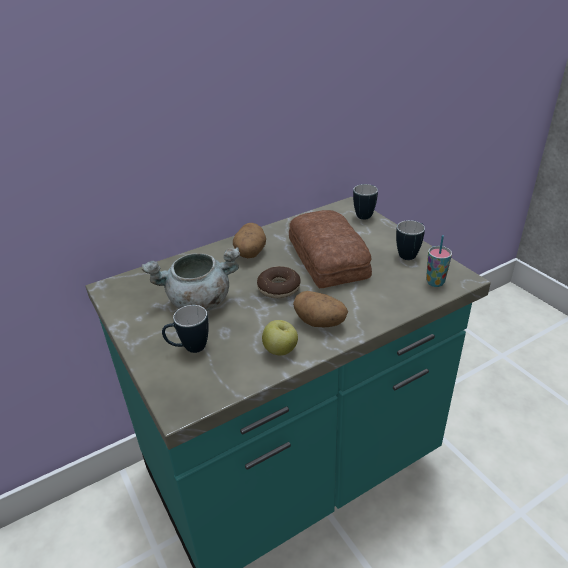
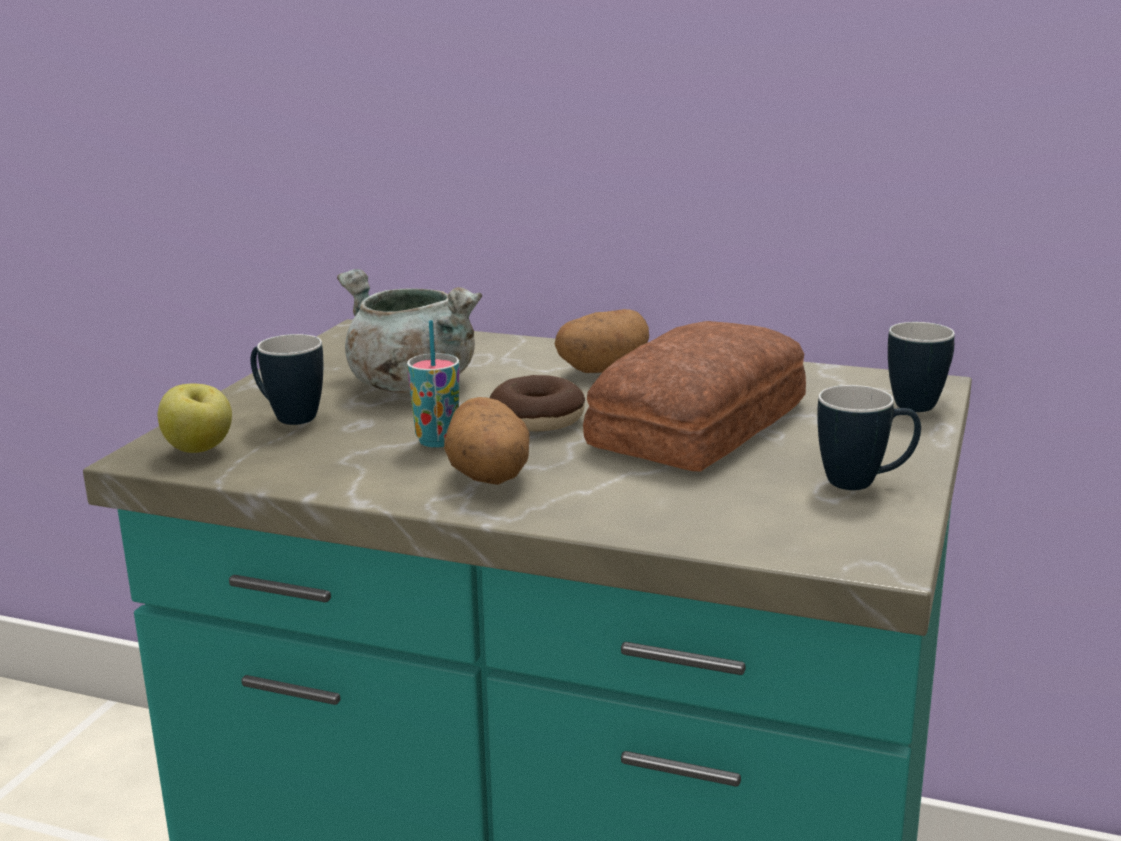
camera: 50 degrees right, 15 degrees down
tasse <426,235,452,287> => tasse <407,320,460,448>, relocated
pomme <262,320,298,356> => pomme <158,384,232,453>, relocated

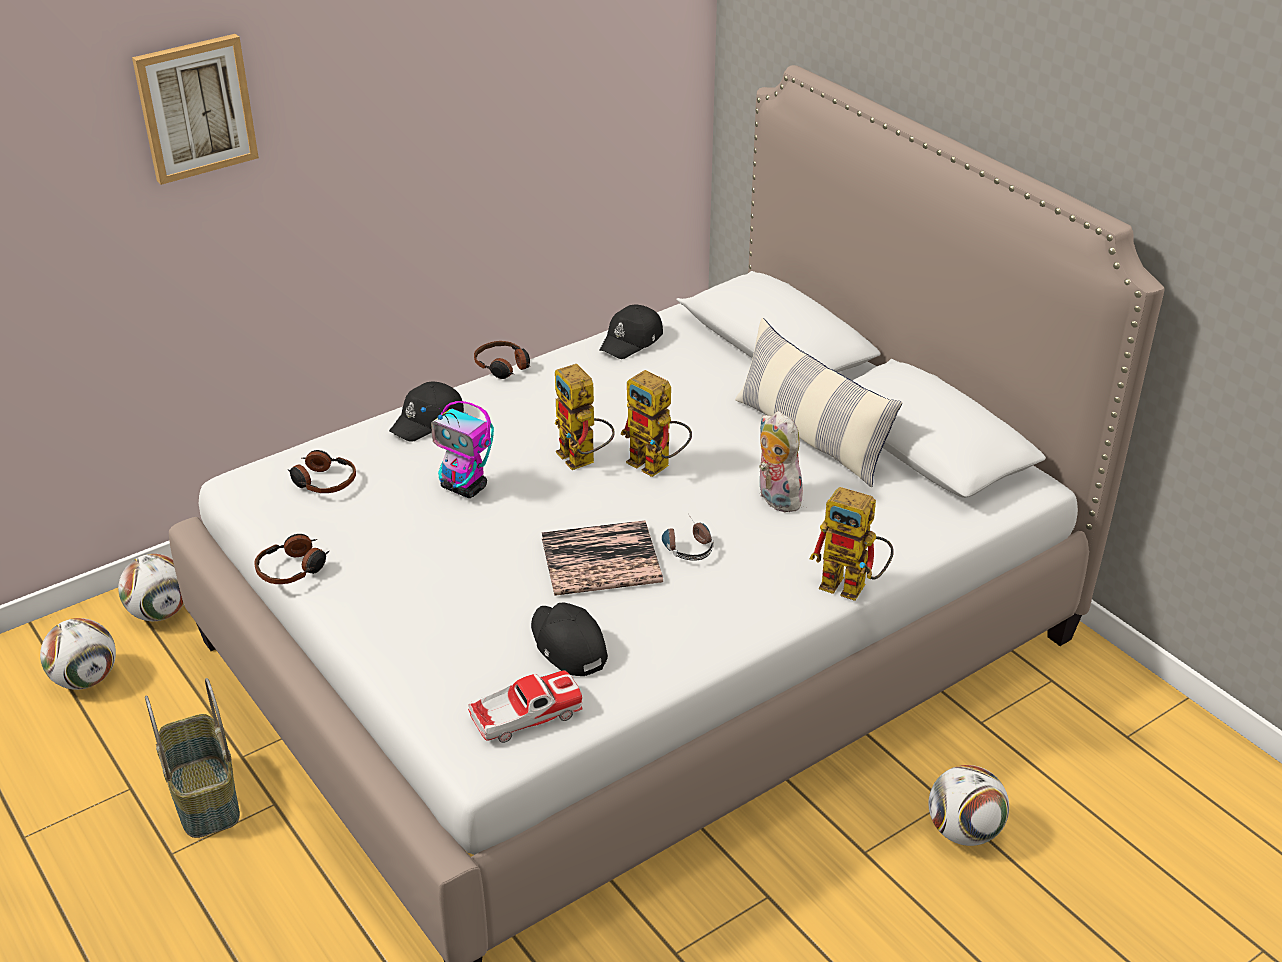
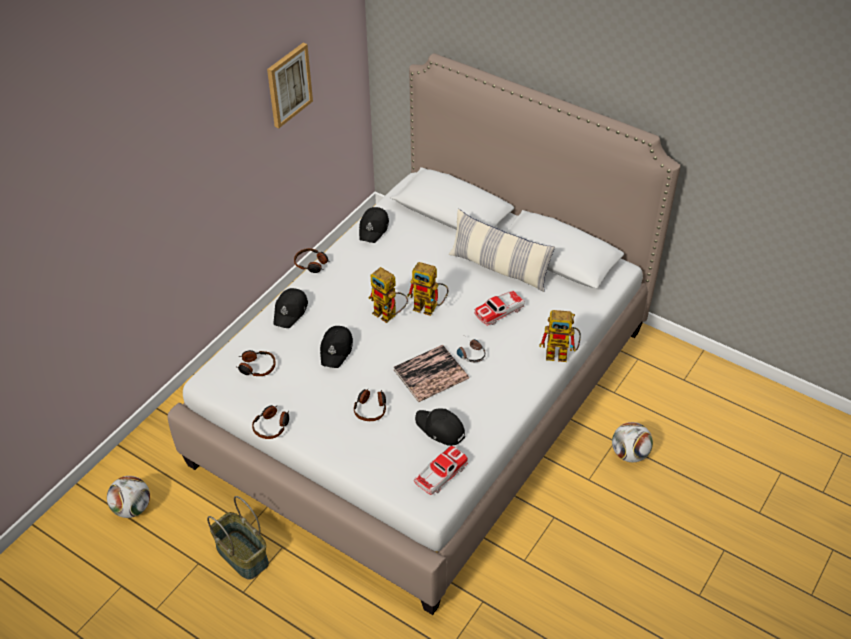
camera: 20 degrees left, 10 degrees up
tableau <132,34,259,185> => tableau <267,43,313,128>, relocated
robot jouet <421,401,494,498> => casquette/noir <320,326,353,368>
peluche <759,411,803,512> => petite voiture <474,290,525,326>
ballon de foot <118,554,184,621> => nothing
nothing => casque audio <354,388,386,421>

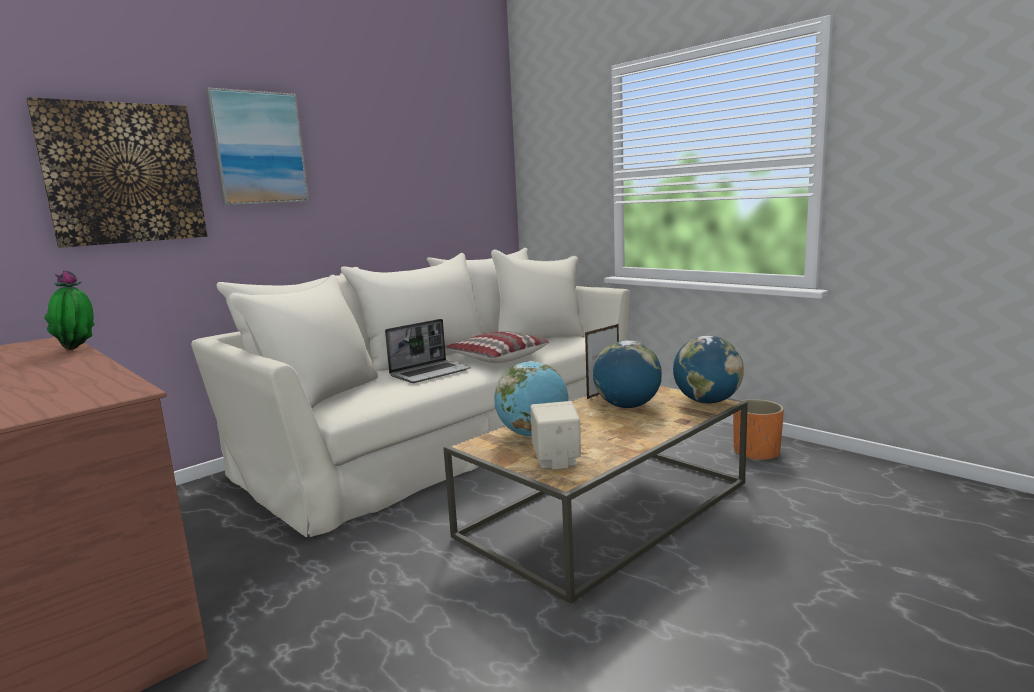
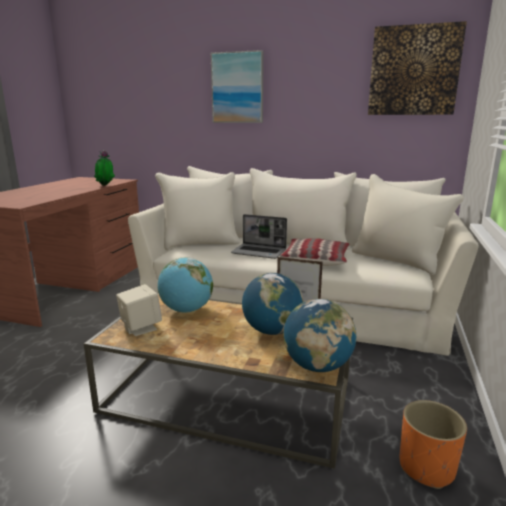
camera: 60 degrees right, 5 degrees up
tableau <26,97,207,248> => tableau <368,21,467,115>, relocated

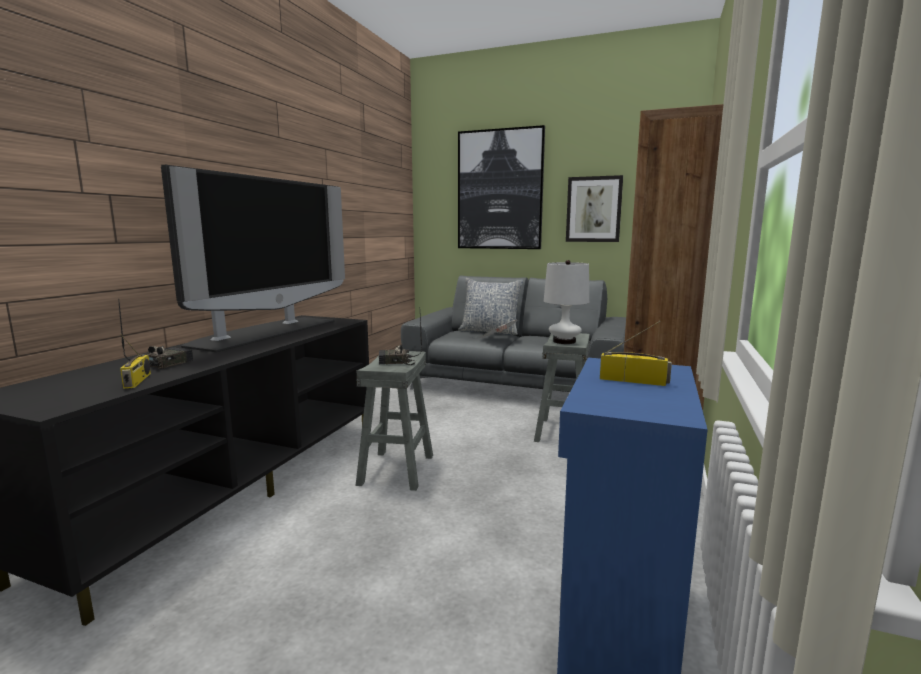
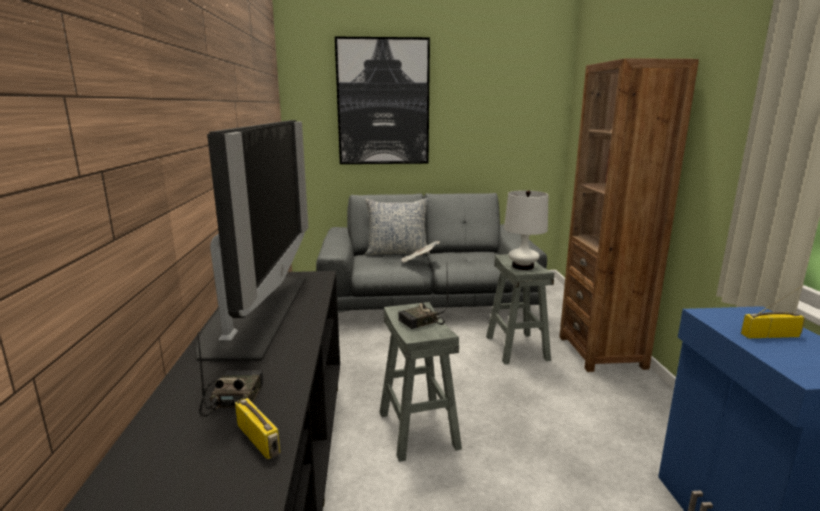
camera: 25 degrees left, 5 degrees up
tableau <566,175,623,242> => nothing

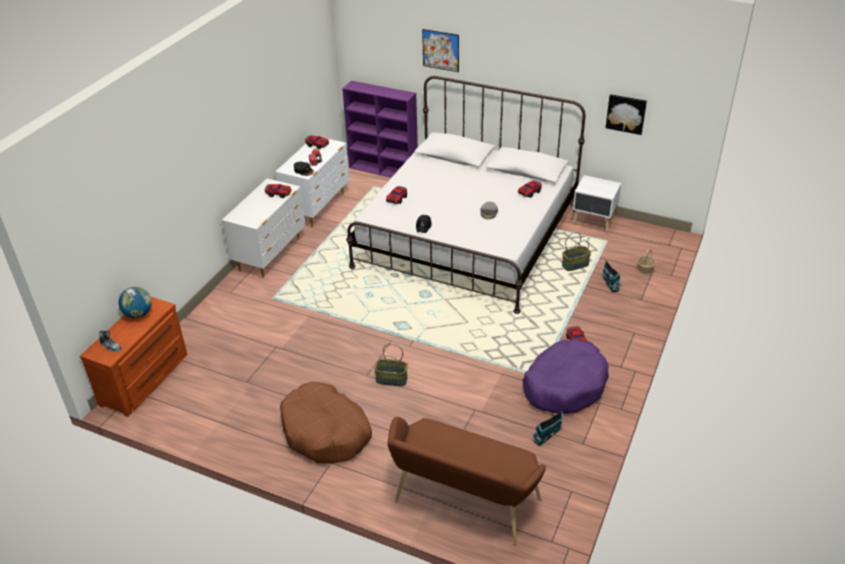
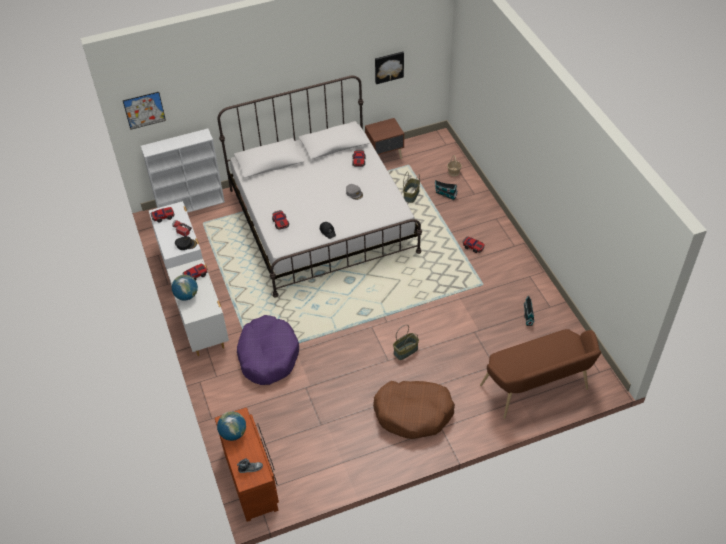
camera: 45 degrees left, 10 degrees up
tableau <422,29,459,72> => tableau <123,92,166,130>, relocated
bibliothèque/violet <342,81,418,178> => bibliothèque/blanc <141,129,225,213>
table de chevet/blanc <573,175,621,233> => table de chevet/marron <365,118,404,159>
panier pour chien/violet <523,339,609,414> => panier pour chien/violet <237,315,299,385>, relocated
nothing => globe <172,275,198,300>

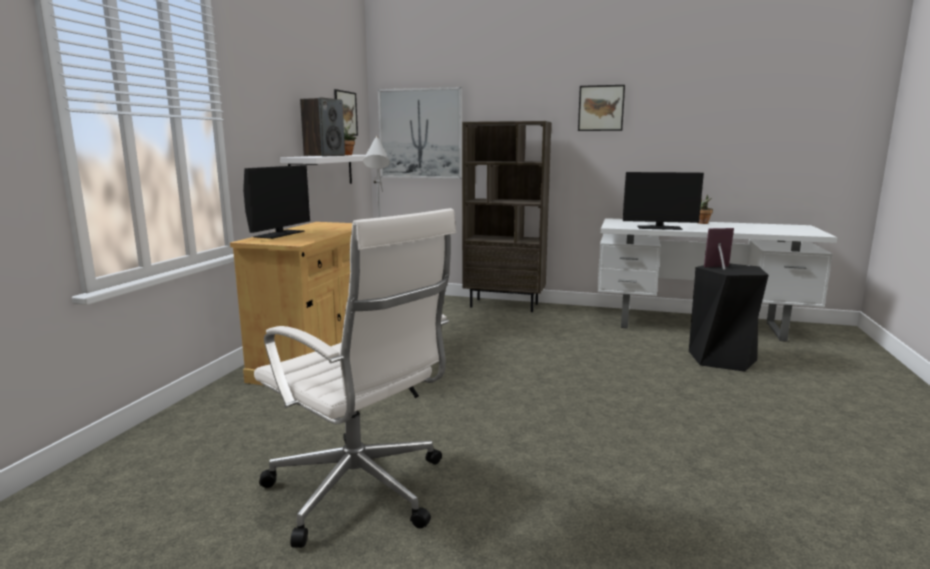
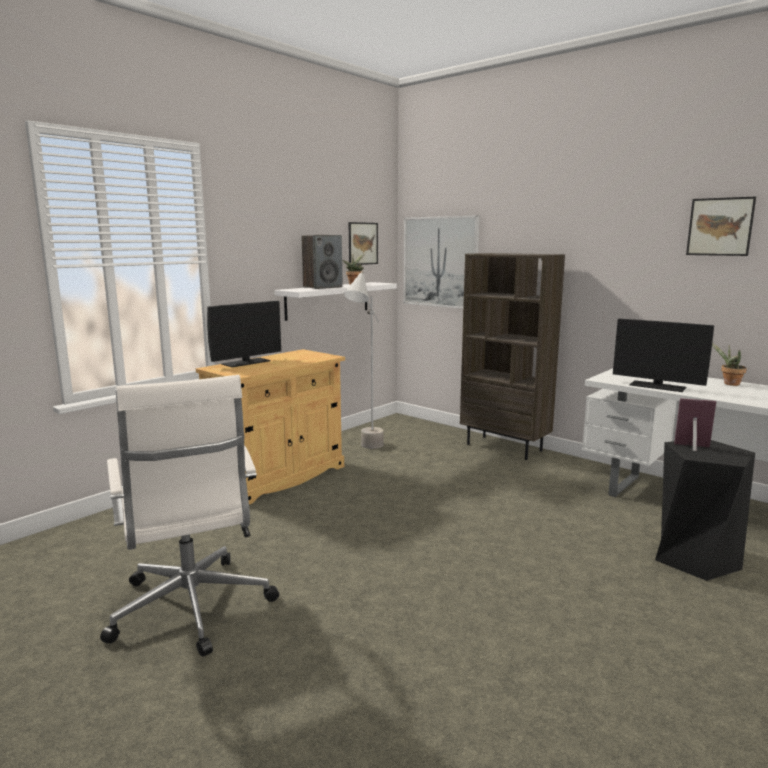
camera: 25 degrees right, 0 degrees up
tableau <578,85,625,131> => tableau <686,197,756,256>, relocated

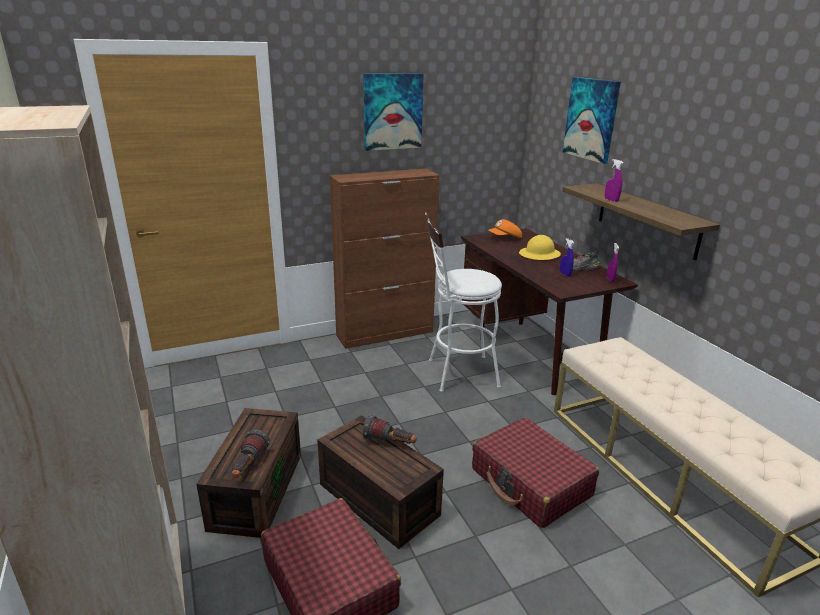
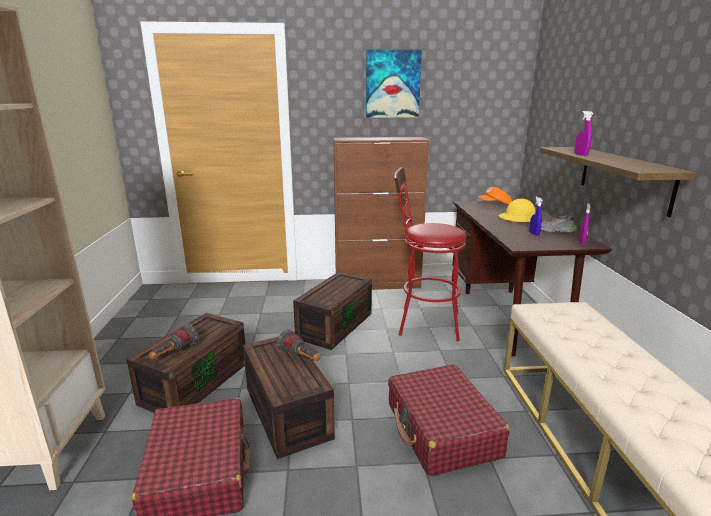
camera: 20 degrees right, 5 degrees down
tableau <563,77,621,164> => nothing
tabouret/blanc <425,212,502,392> => tabouret/rouge <394,167,467,341>
nothing => boîte de rangement/marron <293,272,372,350>

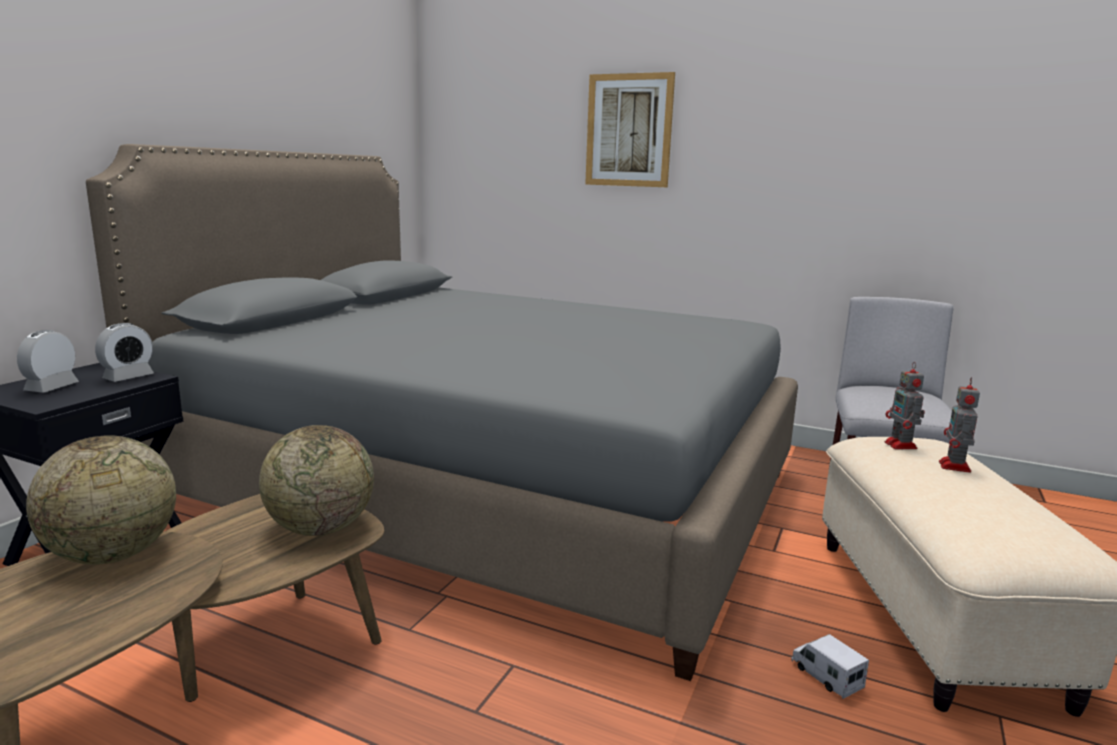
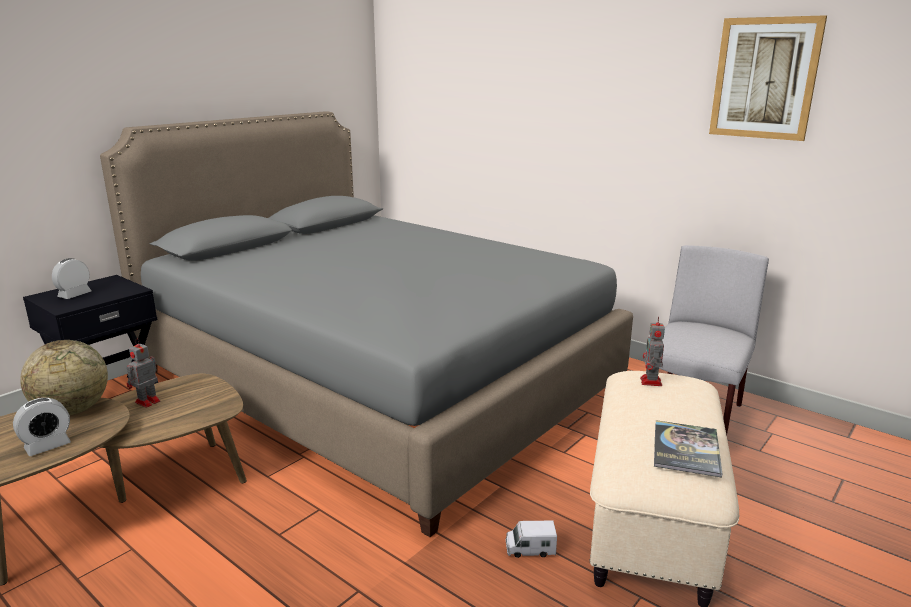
camera: 15 degrees right, 5 degrees up
tableau <585,72,675,187> => tableau <709,15,827,141>, relocated
réveil <95,323,154,382> => réveil <13,398,71,456>, relocated
robot jouet <939,377,980,473> => robot jouet <126,339,160,408>, relocated
globe <259,425,374,536> => nothing
camion jouet <791,634,869,699> => camion jouet <506,521,557,558>, 75 degrees counterclockwise
nothing => livre <654,420,722,478>

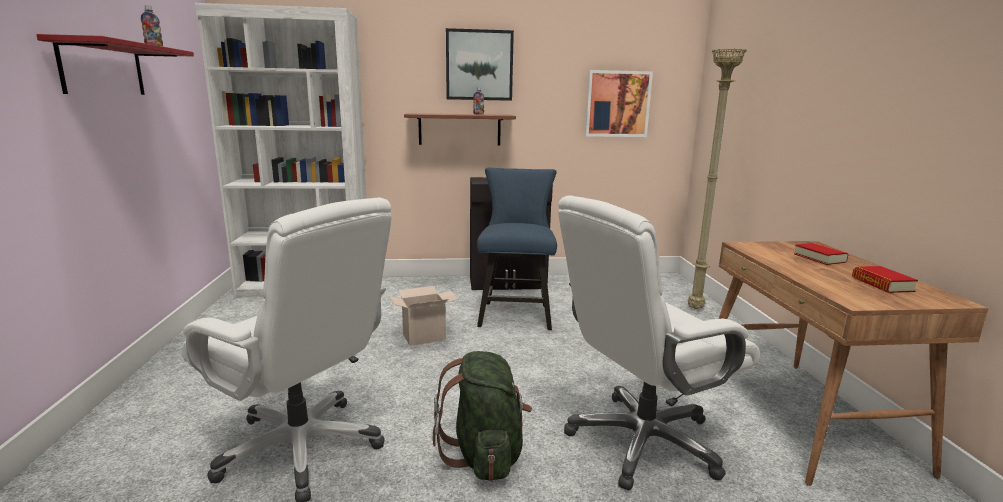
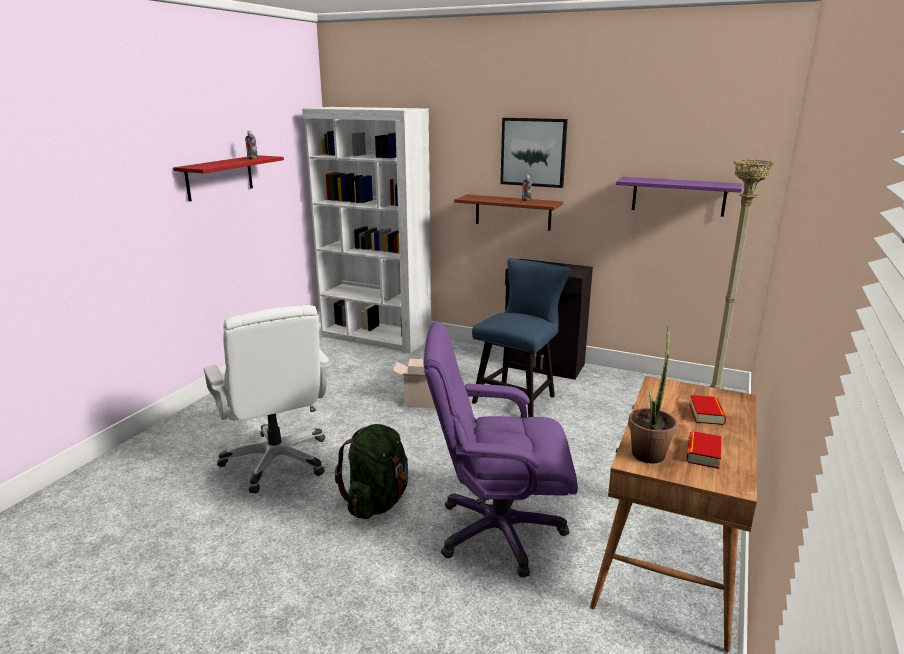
camera: 30 degrees right, 5 degrees up
tableau <585,70,653,137> => étagère/violet <616,177,743,217>
chaise de bureau/blanc <558,195,760,490> => chaise de bureau/violet <424,322,578,578>
nothing => plante en pot <628,325,677,463>

